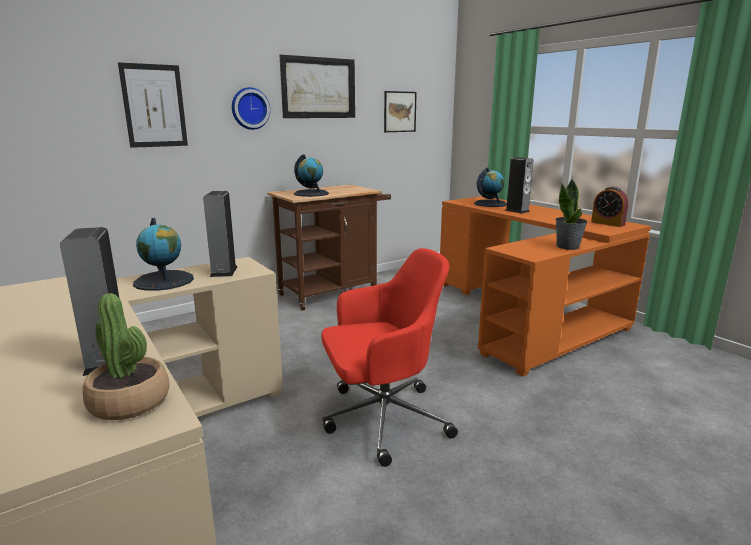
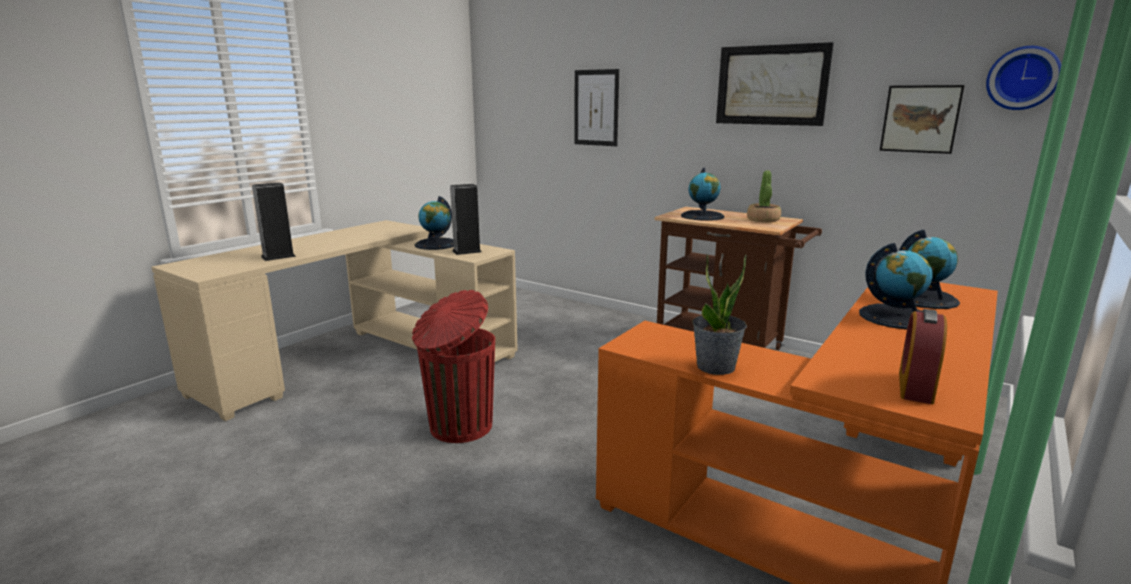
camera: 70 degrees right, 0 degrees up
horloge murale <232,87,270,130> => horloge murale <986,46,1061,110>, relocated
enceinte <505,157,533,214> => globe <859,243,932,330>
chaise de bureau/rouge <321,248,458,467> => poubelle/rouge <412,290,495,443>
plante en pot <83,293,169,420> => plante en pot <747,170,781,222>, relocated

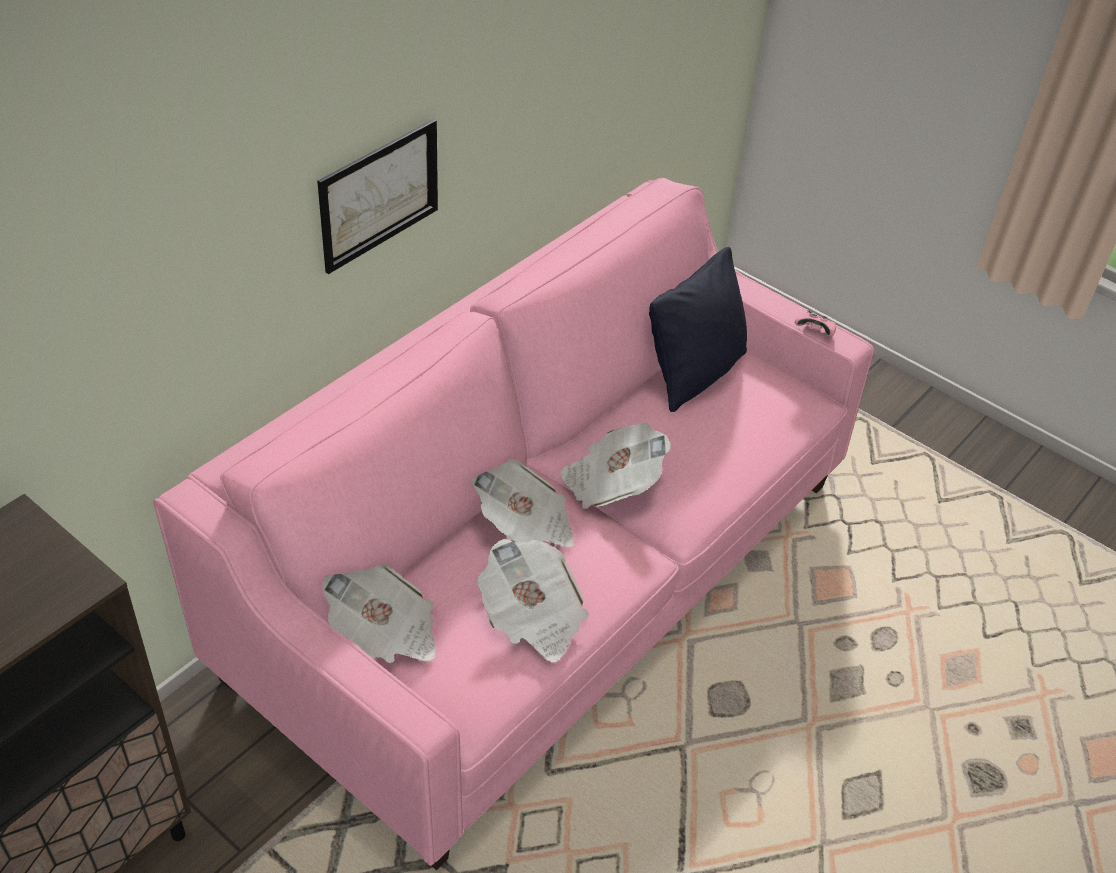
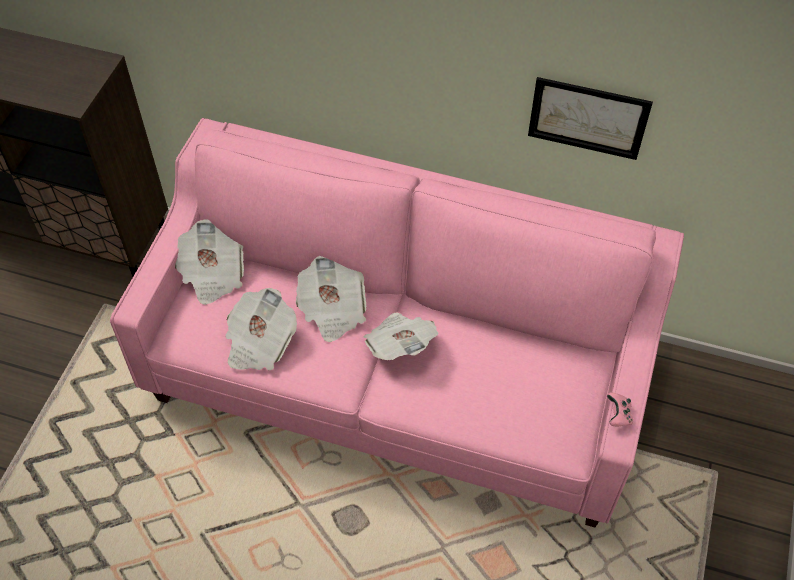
camera: 70 degrees right, 10 degrees up
tableau <317,119,438,274> => tableau <528,77,653,160>, relocated
coussin/noir <649,247,747,412> => nothing

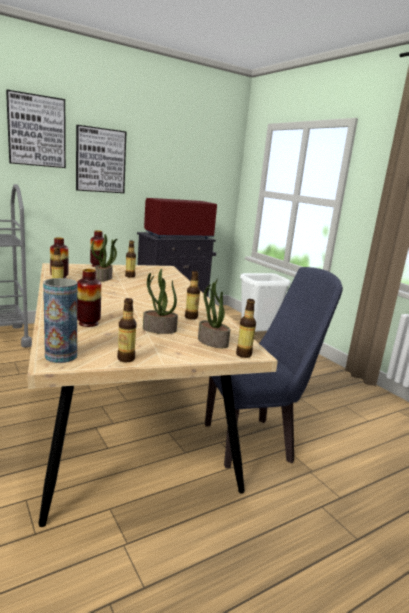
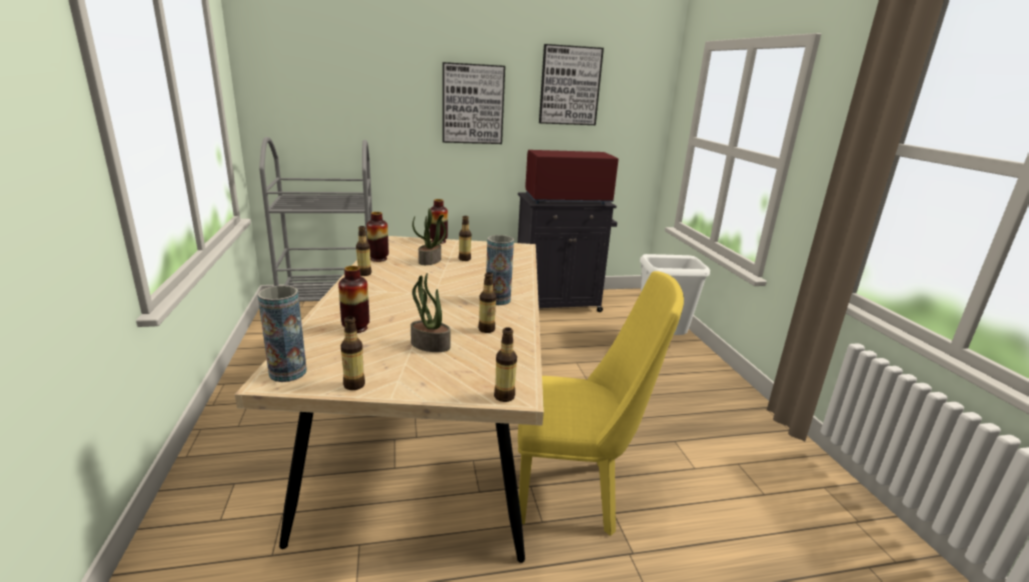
camera: 20 degrees right, 5 degrees up
tableau <6,90,66,168> => tableau <539,44,604,125>, relocated
chaise/bleu <205,267,343,468> => chaise/jaune <518,271,684,536>
plante en pot <198,278,230,348> => nothing
nothing => vase <486,235,514,305>

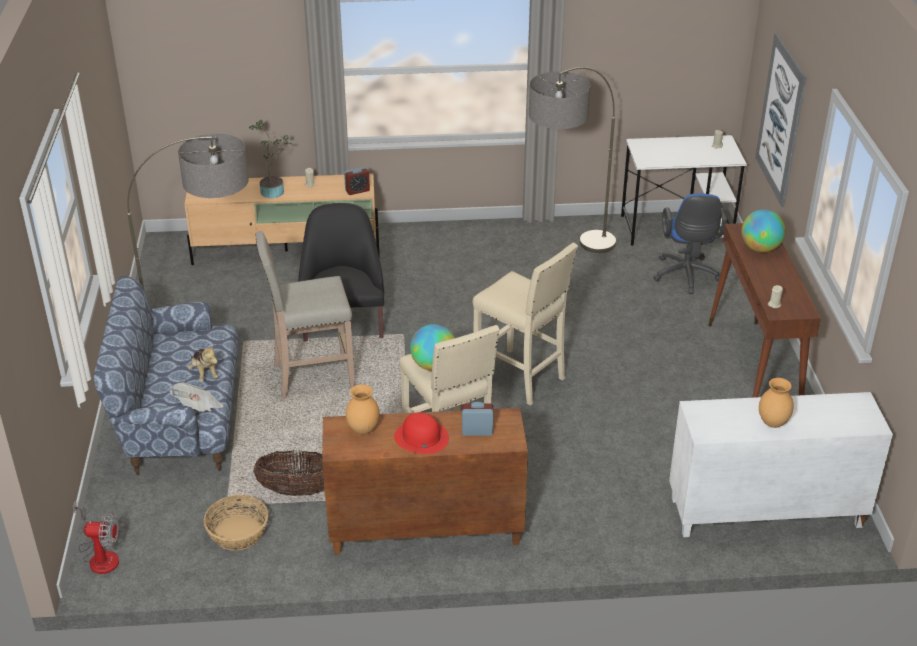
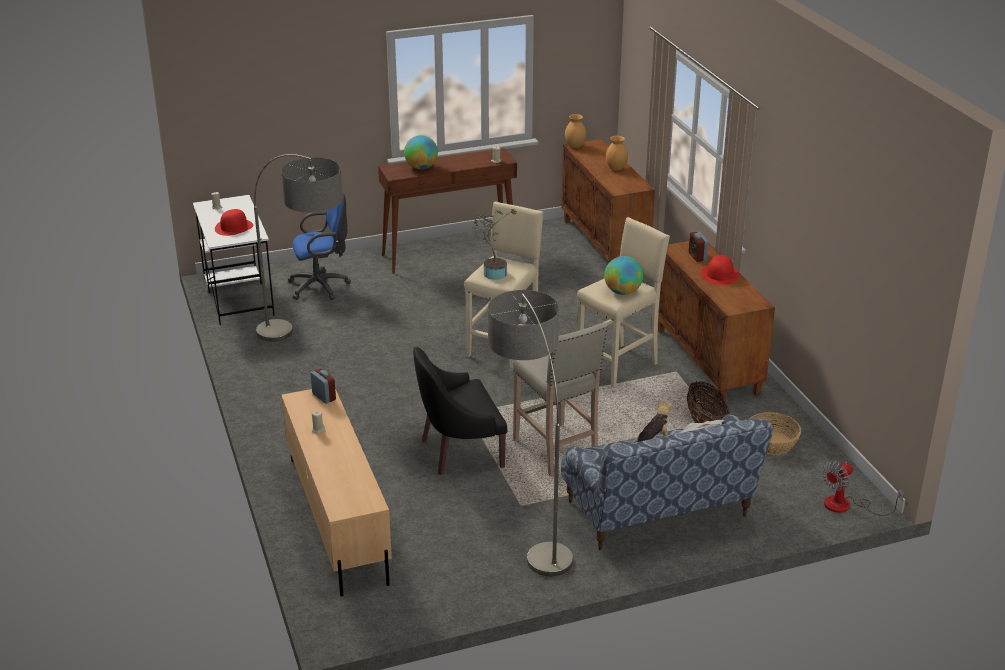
camera: 105 degrees left, 5 degrees down
tableau <755,33,807,207> => nothing
plante en pot <249,120,292,198> => plante en pot <472,209,517,280>, relocated
vase/marron <346,384,380,435> => vase/marron <565,114,586,148>, relocated
meuble de rangement/blanc <669,392,893,537> => meuble de rangement/marron <562,139,655,262>
ventilateur <73,501,119,574> => ventilateur <822,461,904,516>, 120 degrees counterclockwise
nothing => chapeau/rouge <215,209,253,236>

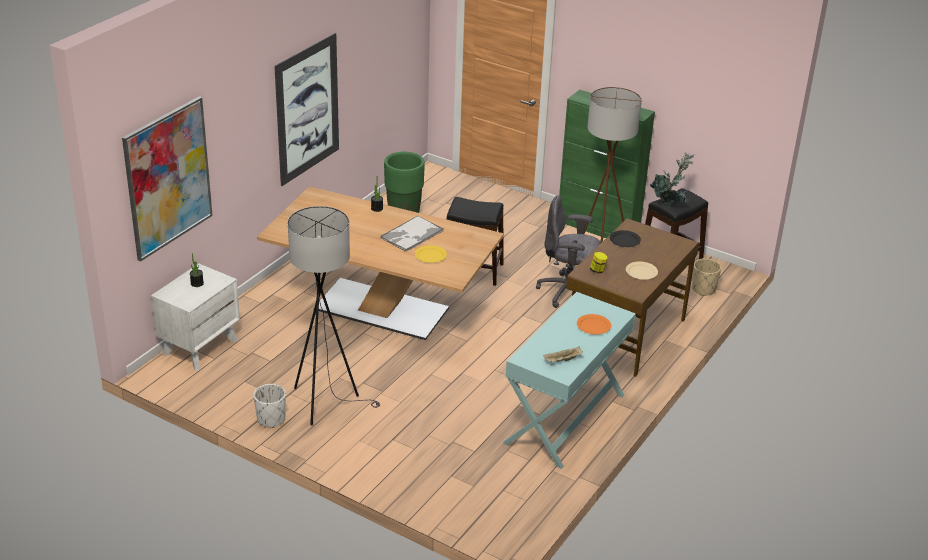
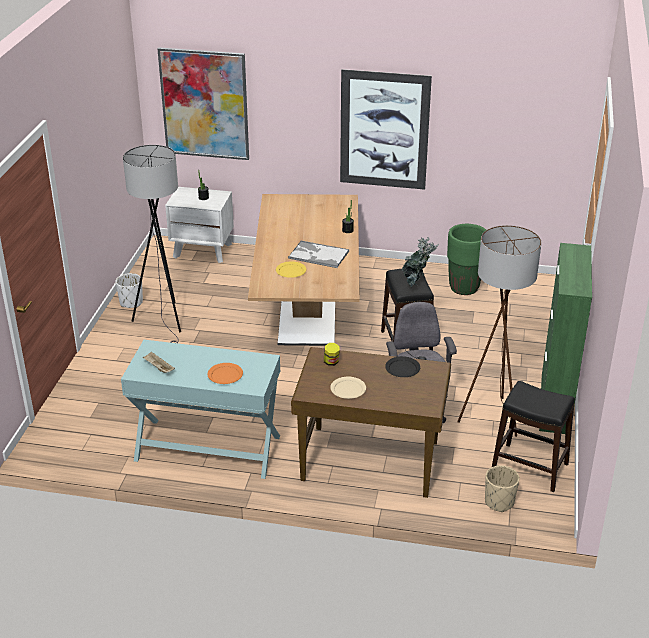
camera: 70 degrees right, 0 degrees up
plante en pot <650,152,694,208> => plante en pot <402,237,439,287>, relocated

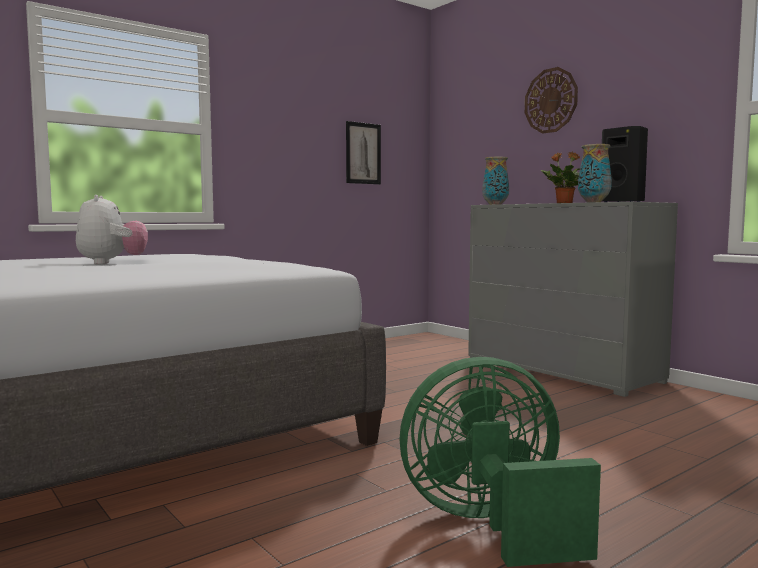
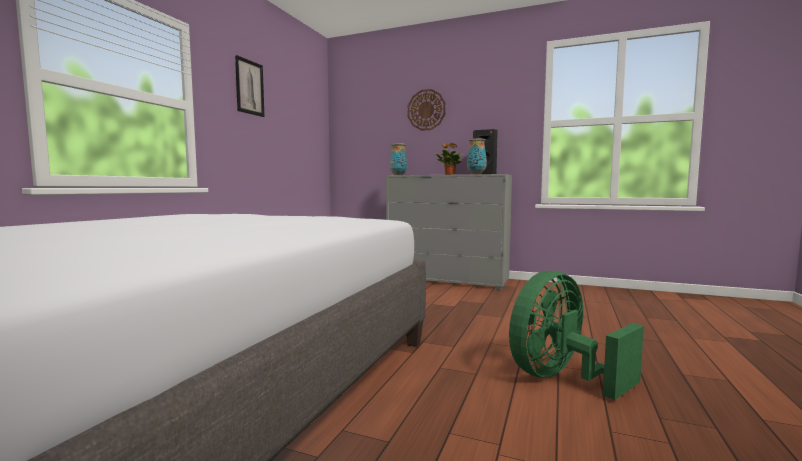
camera: 30 degrees left, 0 degrees up
tableau <346,121,381,184> => tableau <235,55,265,117>, relocated
peluche <76,195,148,264> => nothing

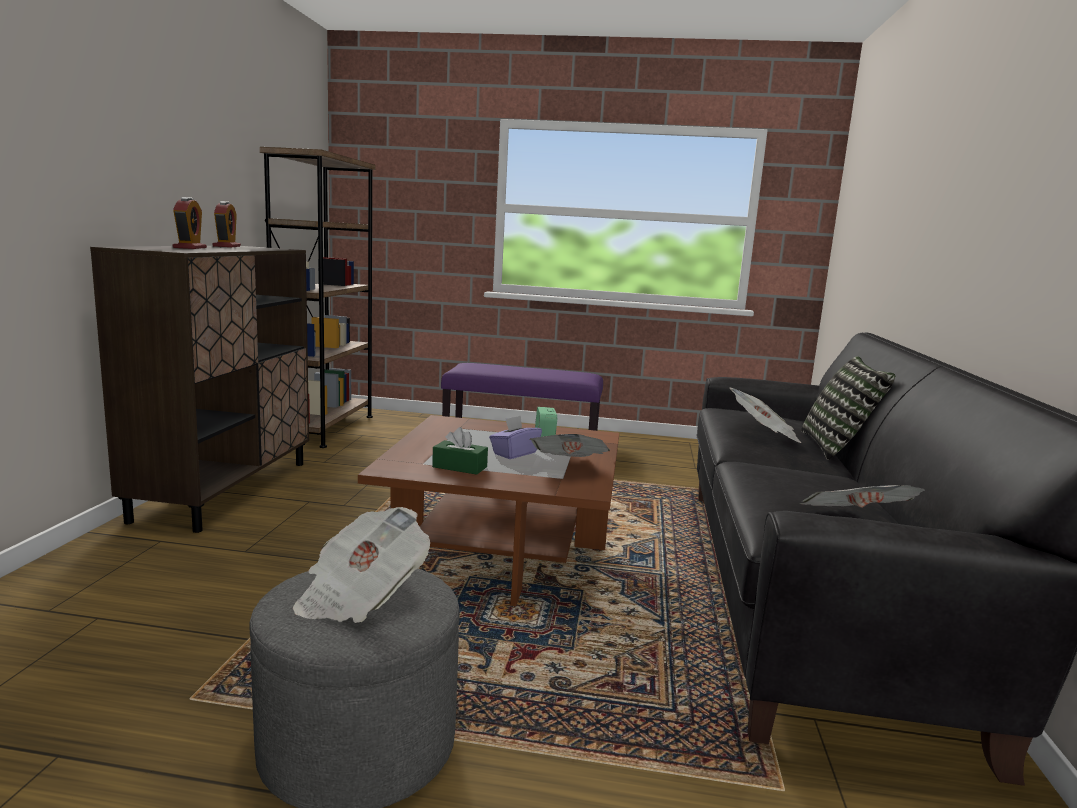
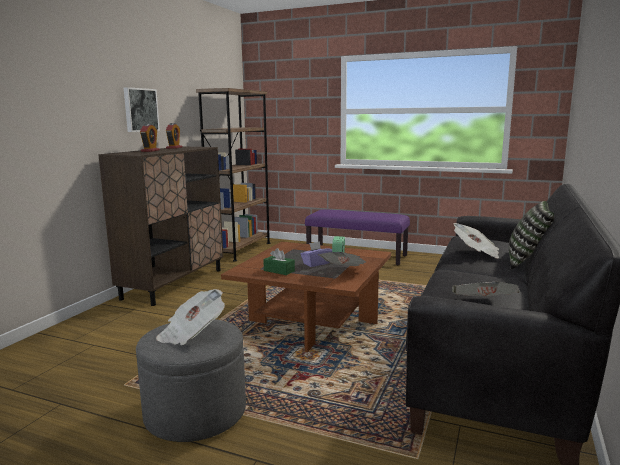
camera: 15 degrees right, 0 degrees up
nothing => tableau <124,87,160,132>

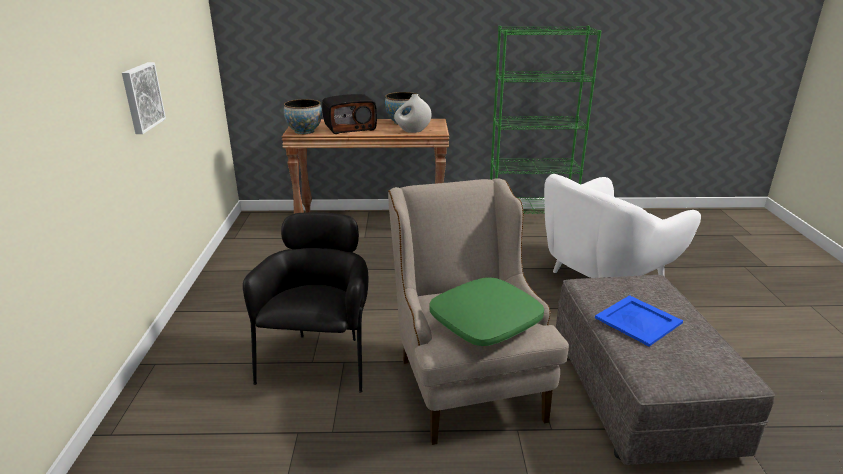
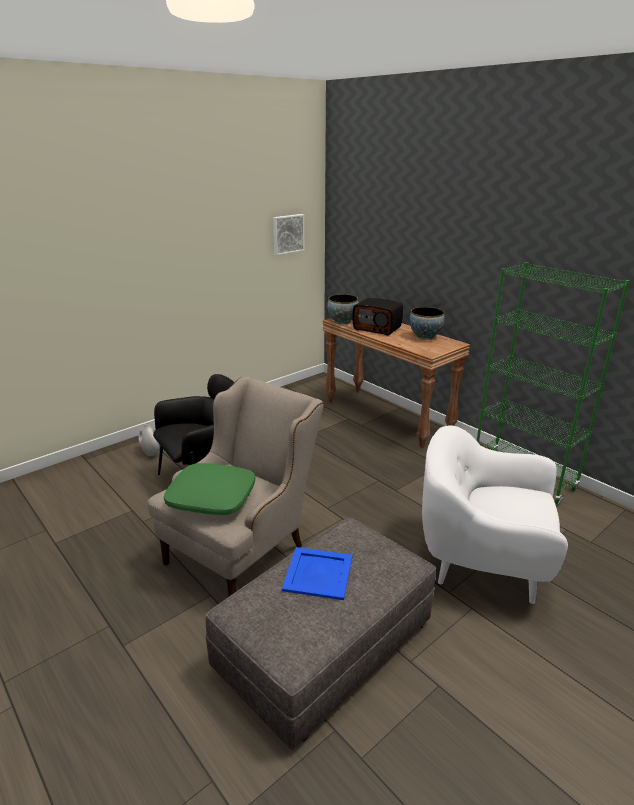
camera: 50 degrees right, 0 degrees up
tableau <122,62,166,134> => tableau <273,214,304,255>, relocated
vase/blanc <394,94,431,133> => vase/blanc <139,423,159,456>, relocated

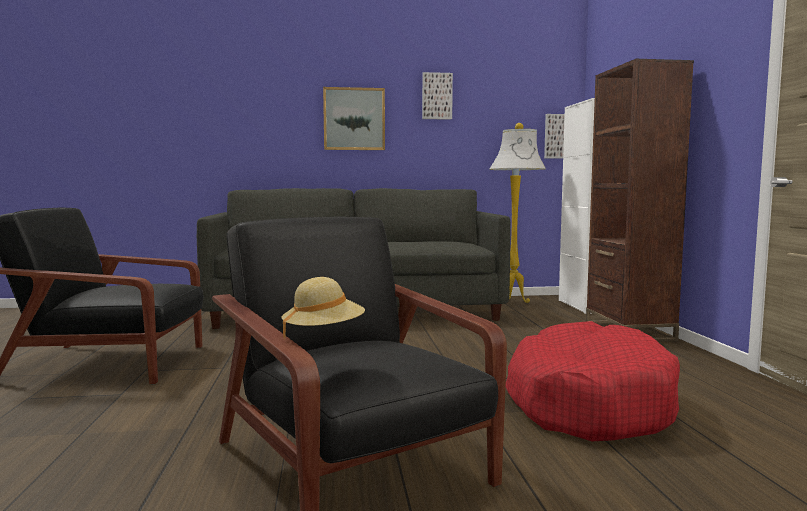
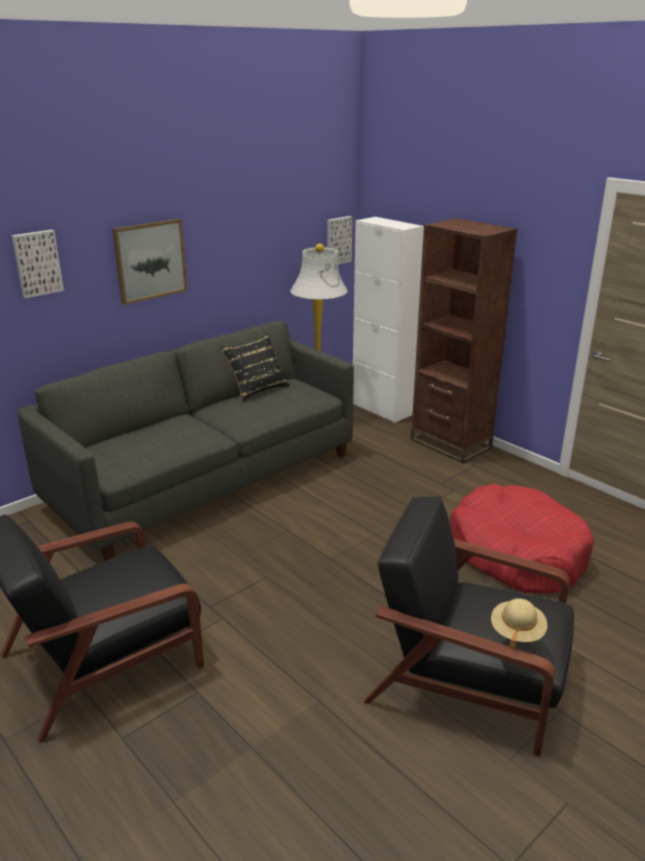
camera: 35 degrees left, 20 degrees up
tableau <422,72,453,120> => tableau <11,230,64,298>, relocated
nothing => coussin/noir <220,333,290,401>

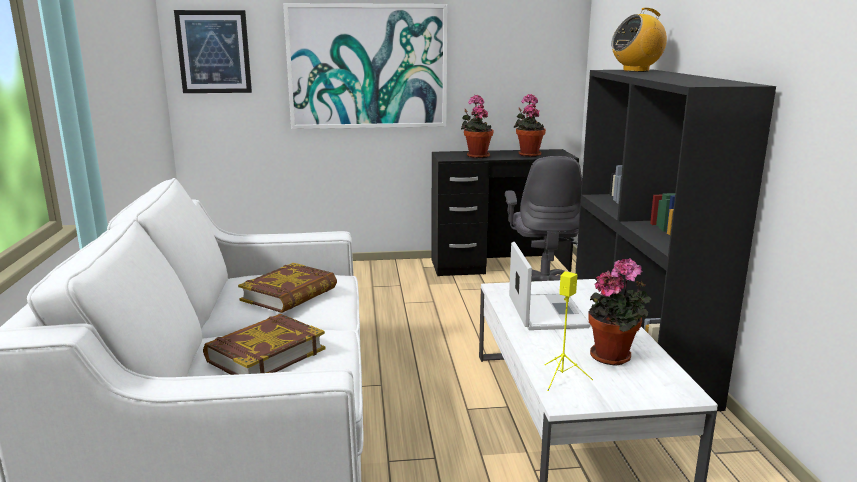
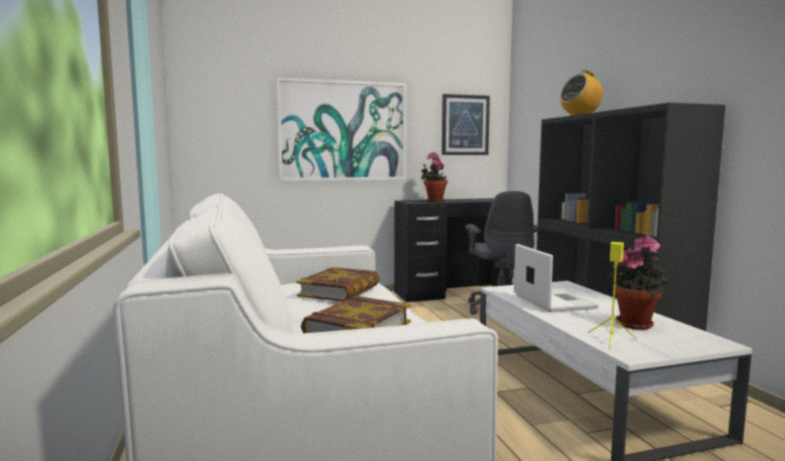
camera: 10 degrees left, 10 degrees down
tableau <174,10,252,93> => tableau <442,94,490,155>, relocated
plante en pot <514,94,546,157> => nothing

